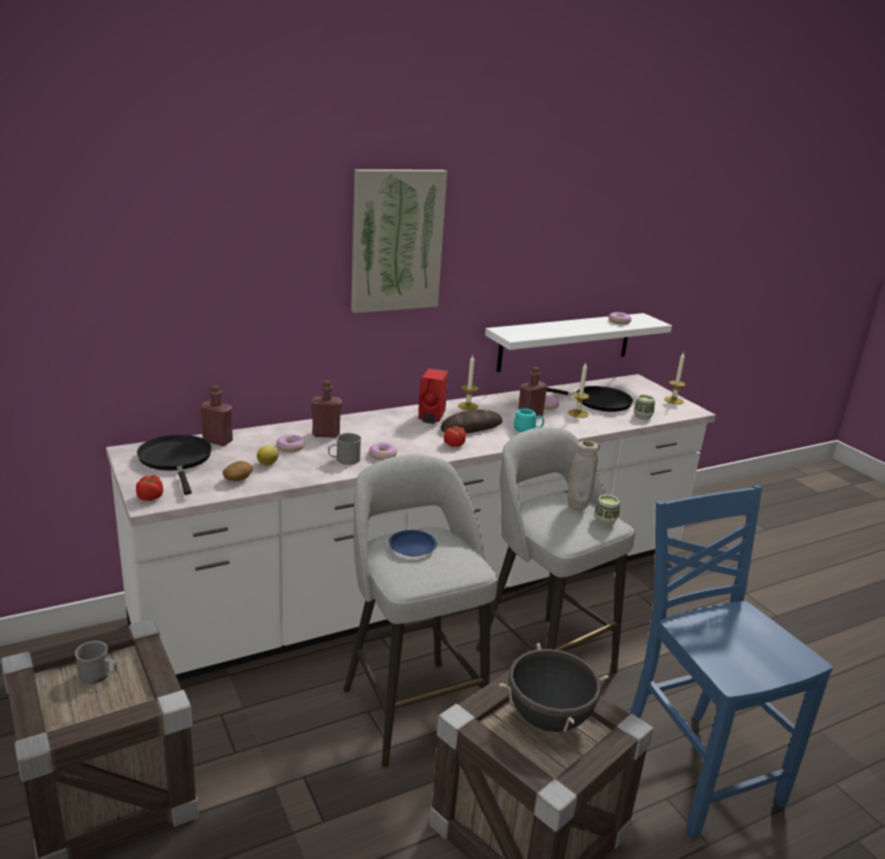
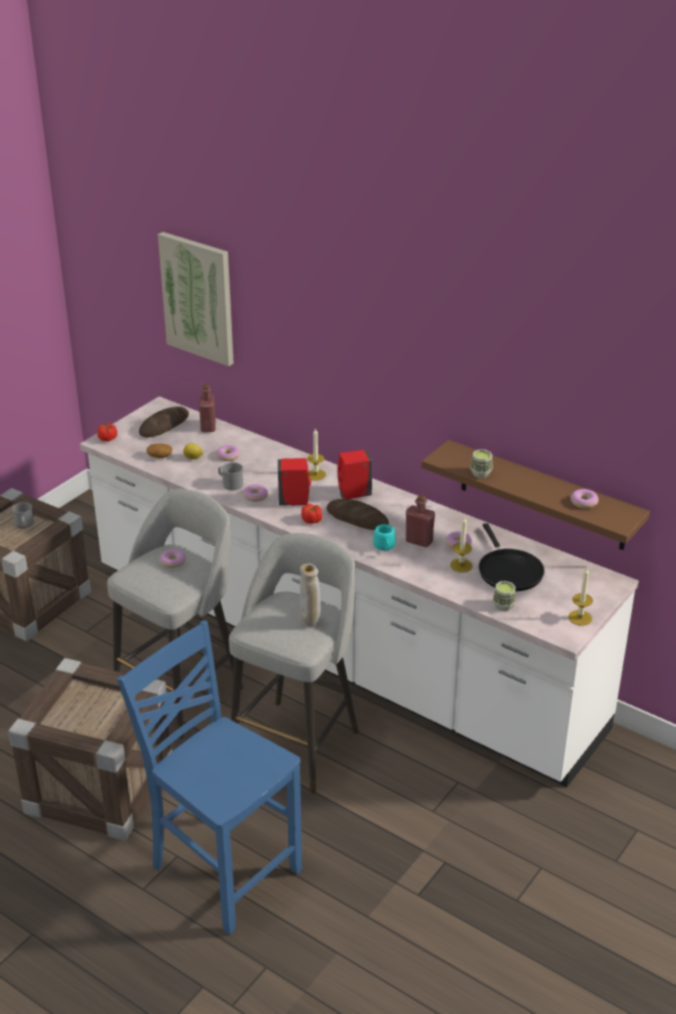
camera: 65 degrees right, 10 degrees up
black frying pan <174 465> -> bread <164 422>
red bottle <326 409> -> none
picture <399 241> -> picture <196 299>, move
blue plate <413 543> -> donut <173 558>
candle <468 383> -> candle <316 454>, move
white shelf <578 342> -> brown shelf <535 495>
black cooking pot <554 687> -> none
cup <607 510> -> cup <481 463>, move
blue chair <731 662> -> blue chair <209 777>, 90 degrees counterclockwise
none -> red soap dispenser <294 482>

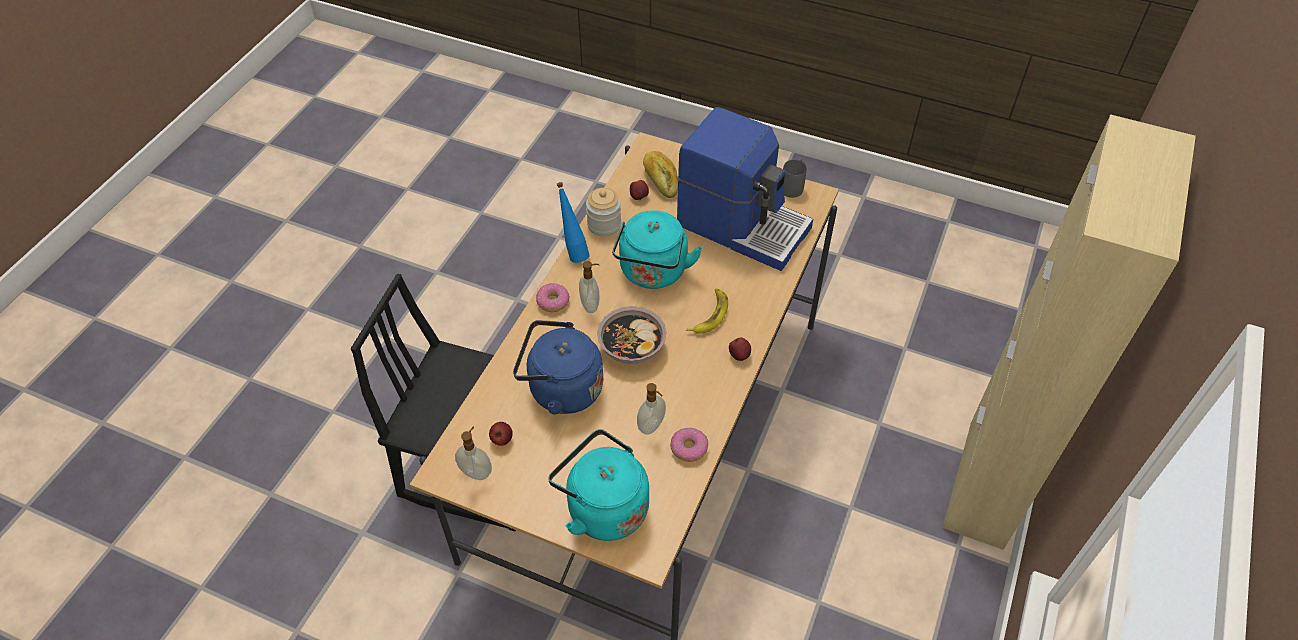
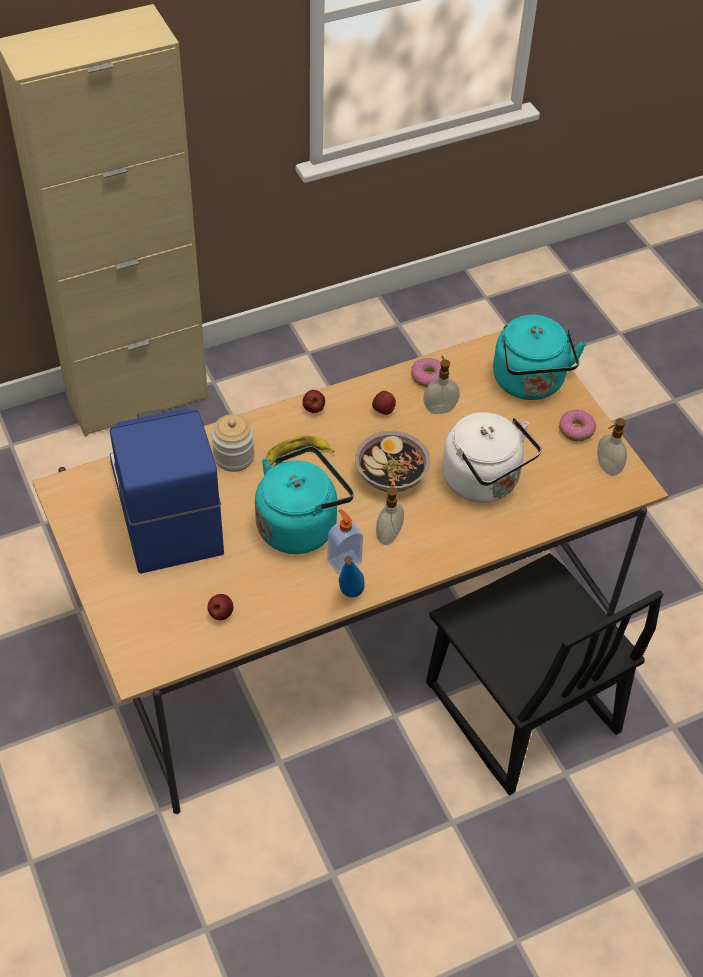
camera: 140 degrees left, 0 degrees up
apple <501 434> -> apple <384 403>, move
blue kettle <558 367> -> white kettle <492 457>
donut <552 297> -> donut <577 426>, move
jar <603 212> -> jar <233 443>, move
bread <660 174> -> none
grey mug <795 178> -> none
none -> soap dispenser <345 541>

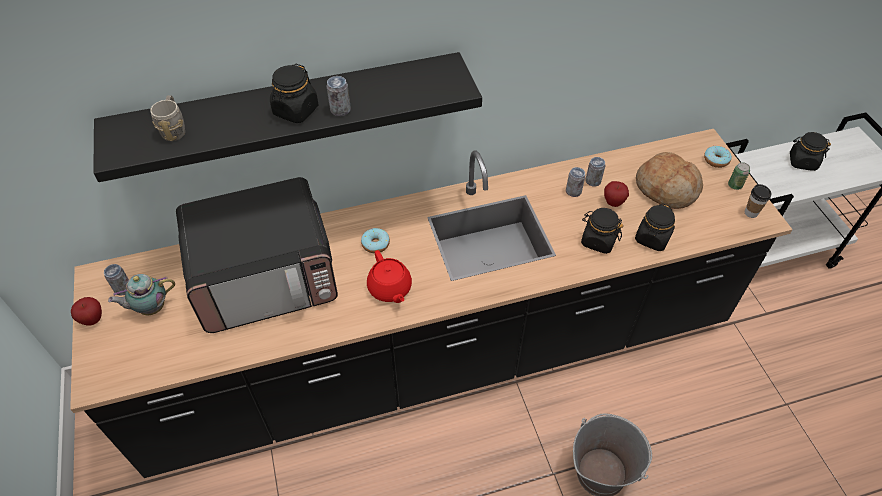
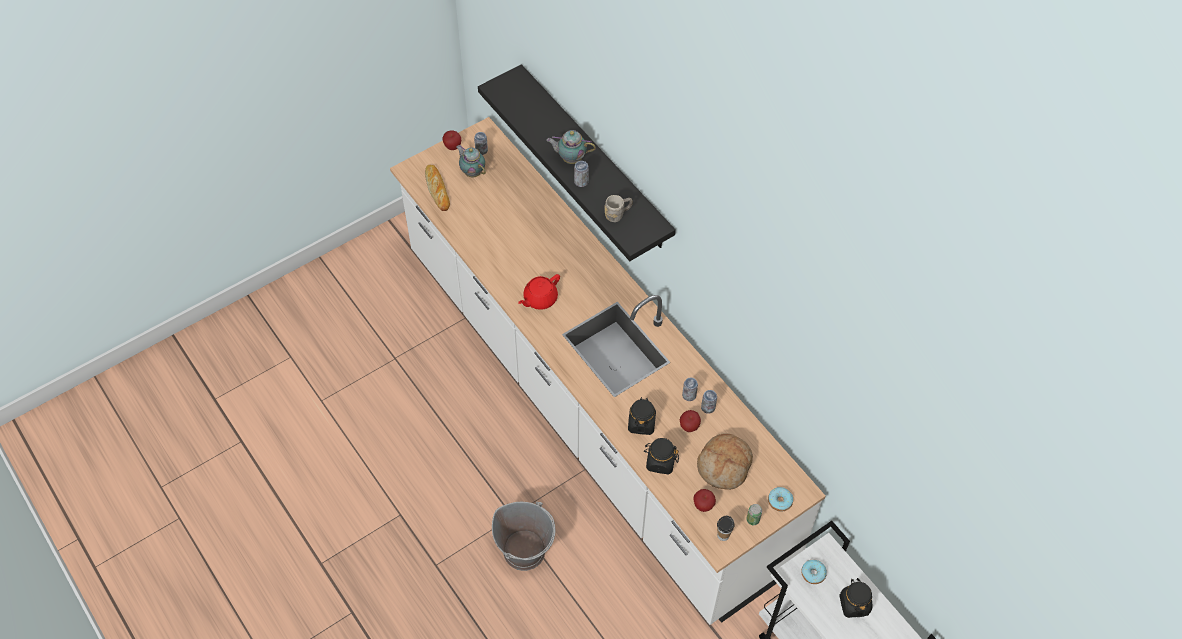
camera: 70 degrees right, 5 degrees up
black counter <431 303> -> white counter <608 371>
grey mug <167 118> -> grey mug <619 208>, move
microwave <257 255> -> none
black jar <294 93> -> teapot <571 147>
donut <375 240> -> donut <814 572>, move
none -> bread <437 188>
none -> apple <704 500>

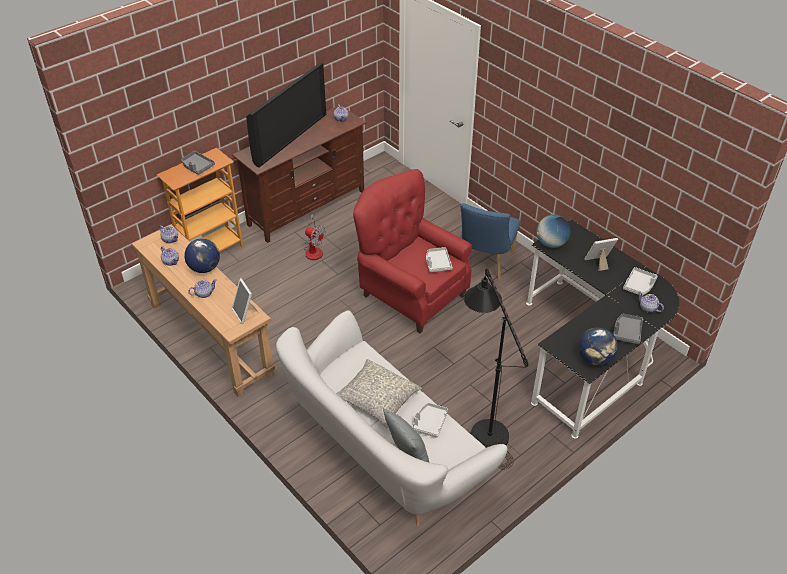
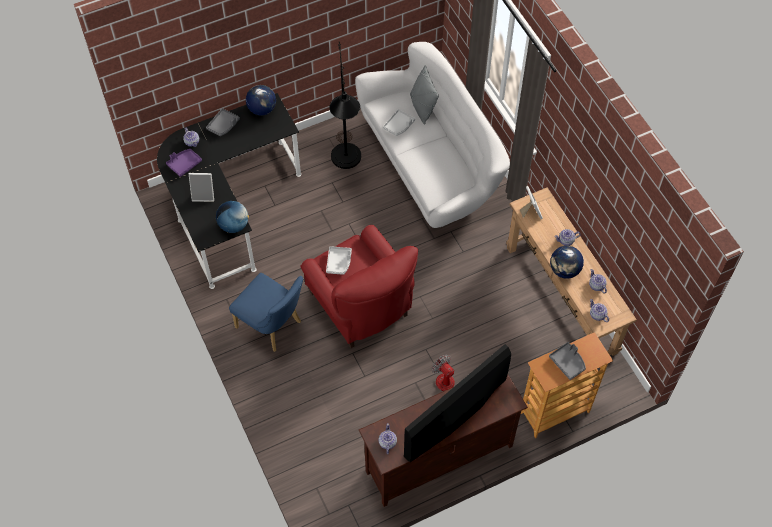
camera: 165 degrees left, 15 degrees up
grey pillow <379 393> -> none
blue chair <490 241> -> blue chair <266 312>, 90 degrees clockwise
grey tray <640 281> -> purple tray <184 163>

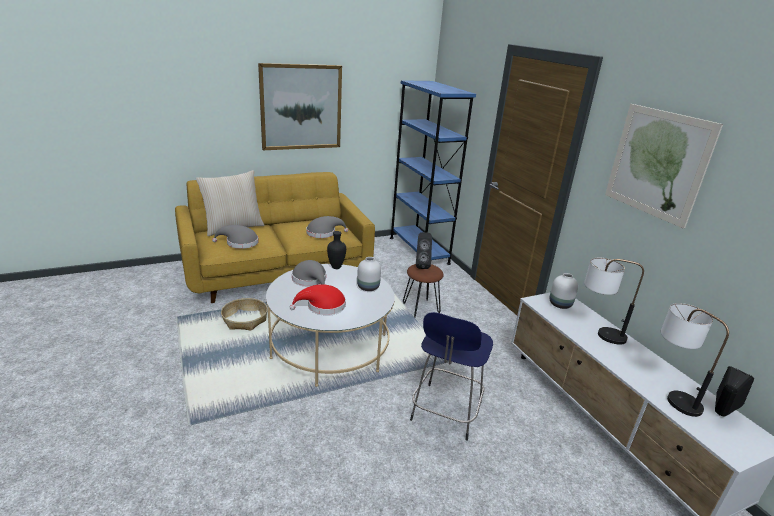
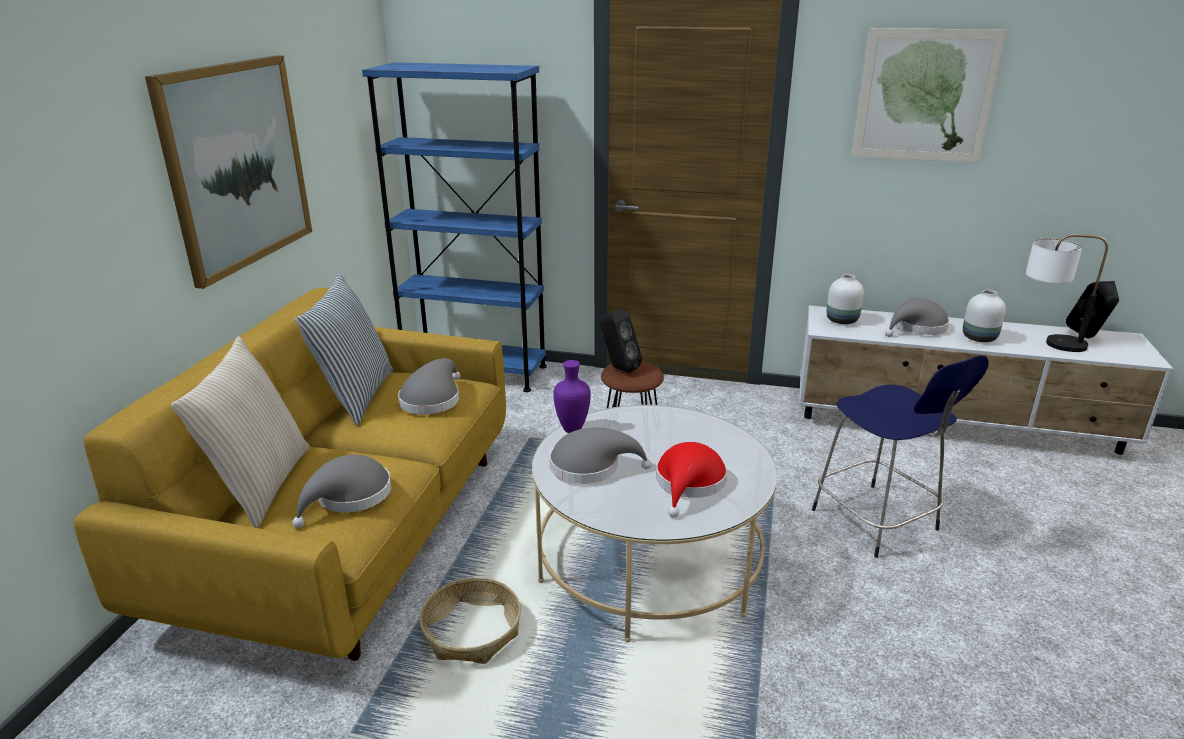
camera: 50 degrees left, 0 degrees up
black vase <336 250> -> purple vase <572 396>
white vase <369 274> -> white vase <984 316>, move
table lamp <614 301> -> grey hat <917 317>
none -> pillow <344 349>

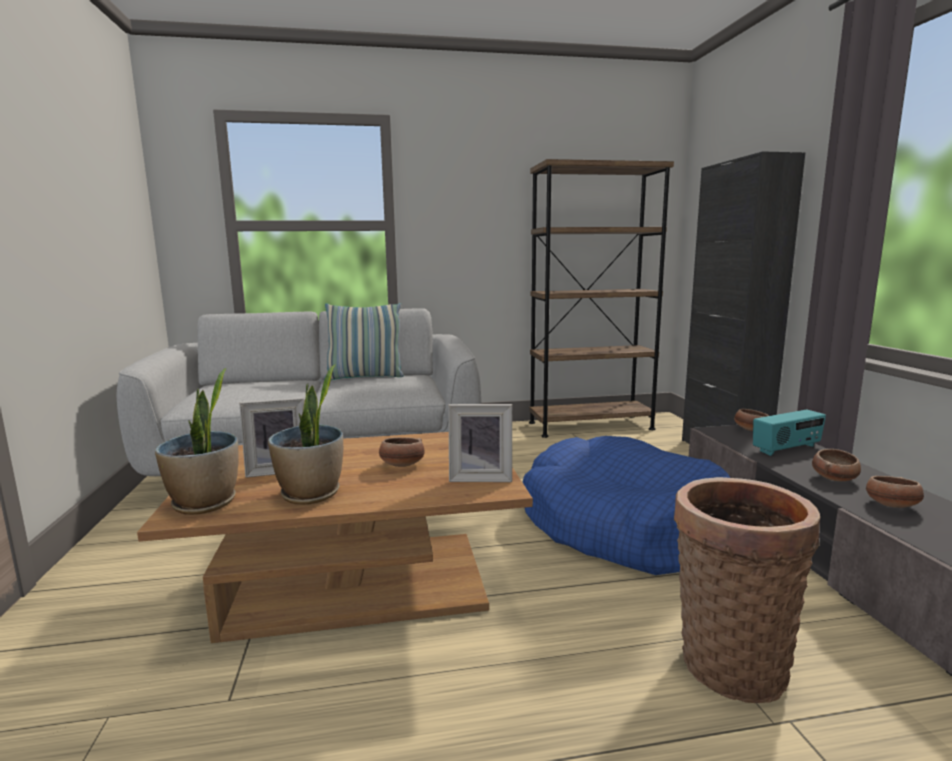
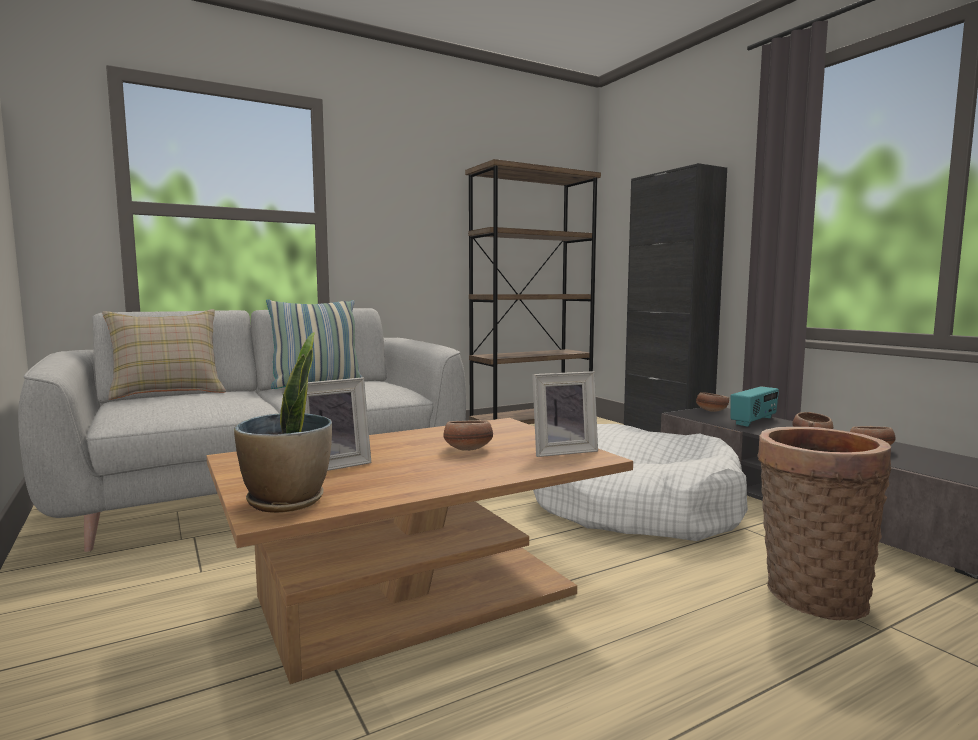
camera: 20 degrees left, 5 degrees down
potted plant <305 435> -> none
blue dog bed <626 505> -> white dog bed <640 482>
none -> beige pillow <164 354>

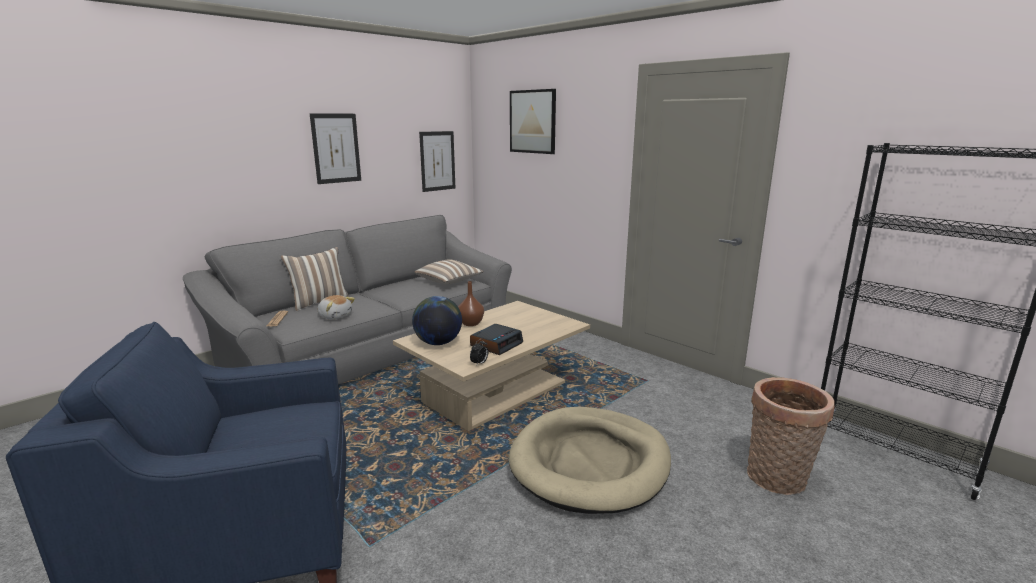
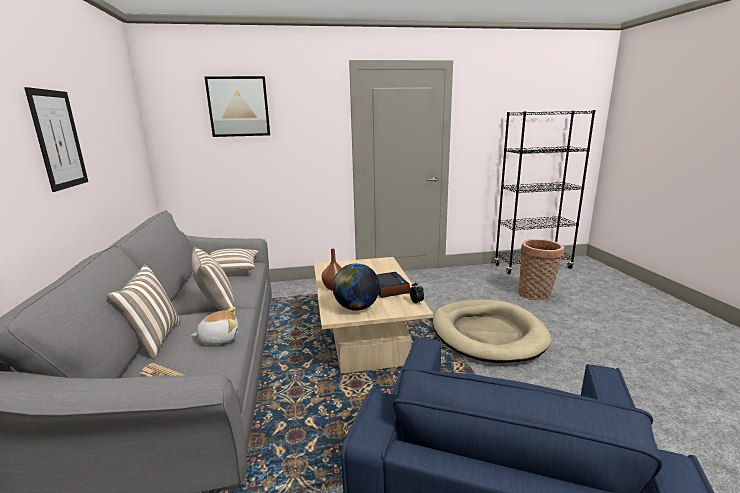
camera: 55 degrees left, 0 degrees up
picture <437 161> -> none
none -> pillow <213 281>

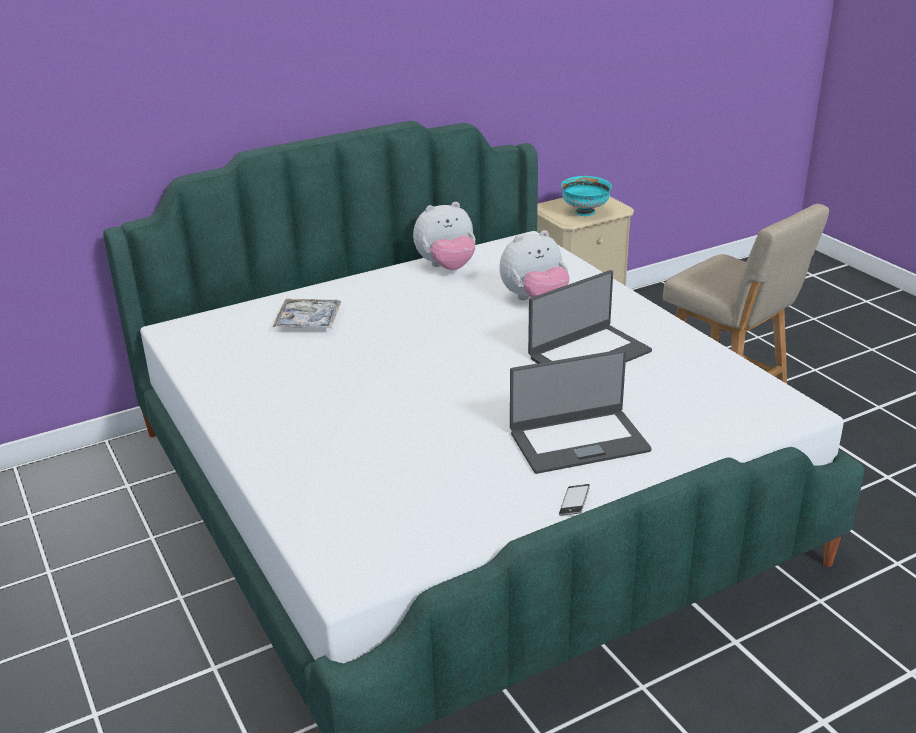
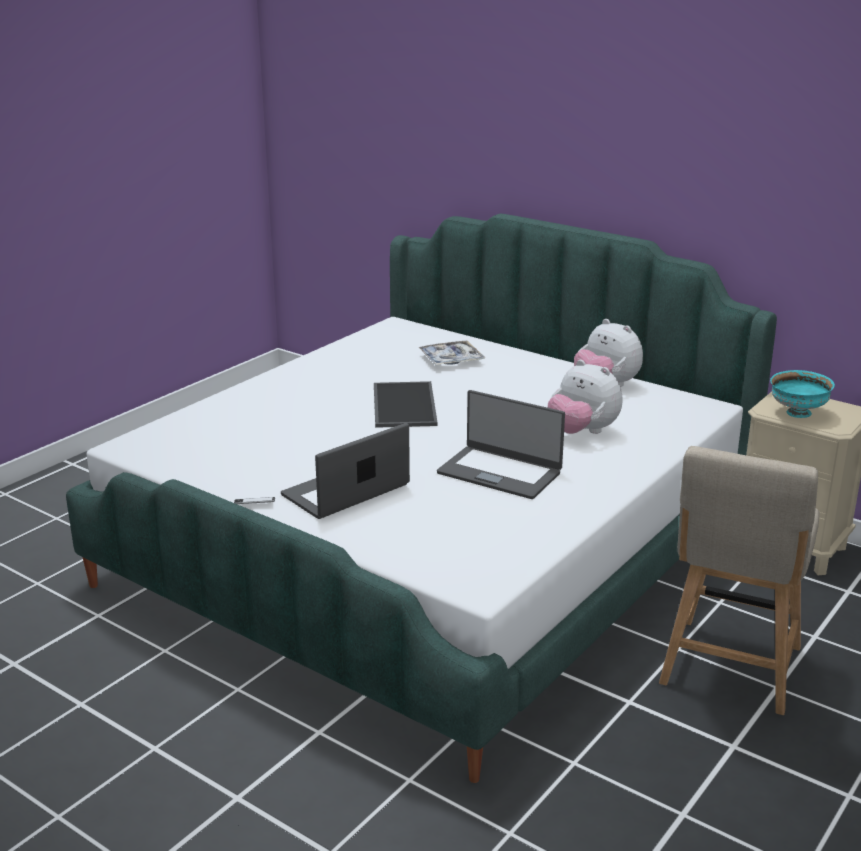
camera: 65 degrees right, 5 degrees down
laptop <581 411> -> laptop <345 471>, 90 degrees clockwise
none -> tray <406 404>

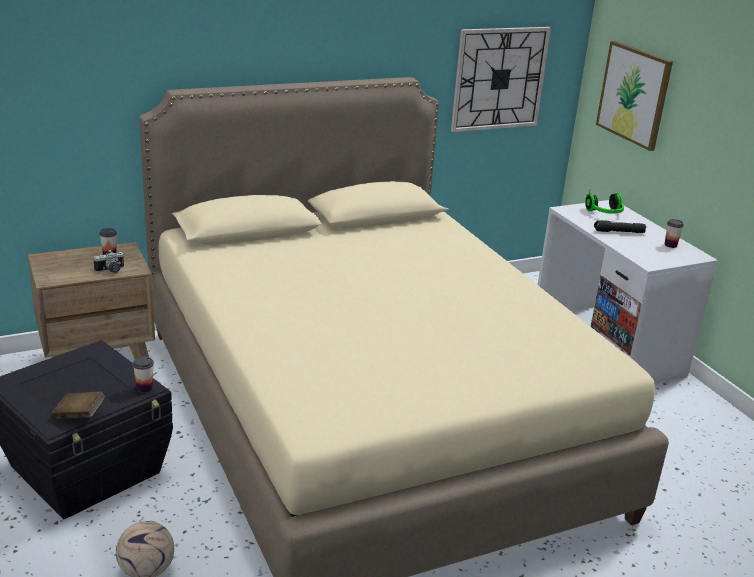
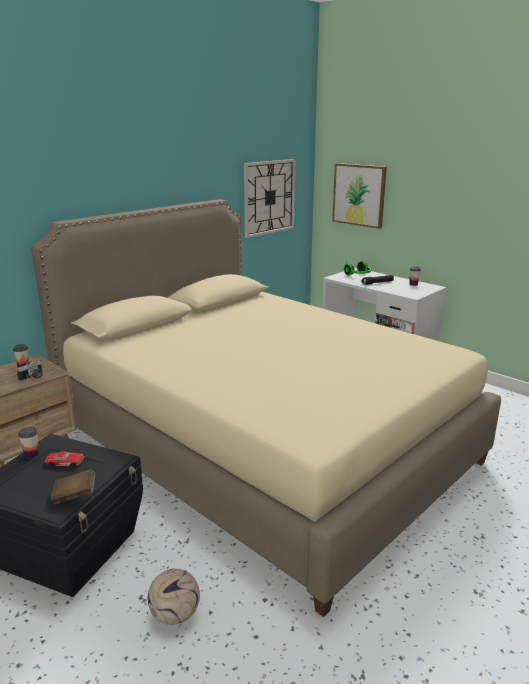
camera: 20 degrees left, 5 degrees down
cup <143 374> -> cup <28 443>, move
none -> red toy car <64 458>

